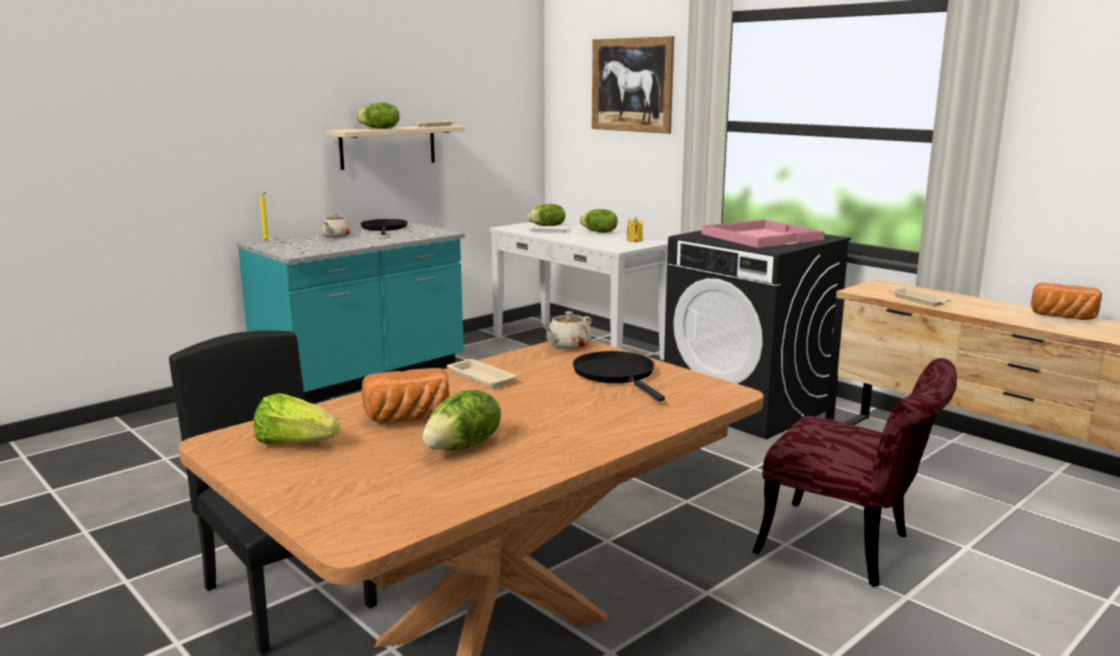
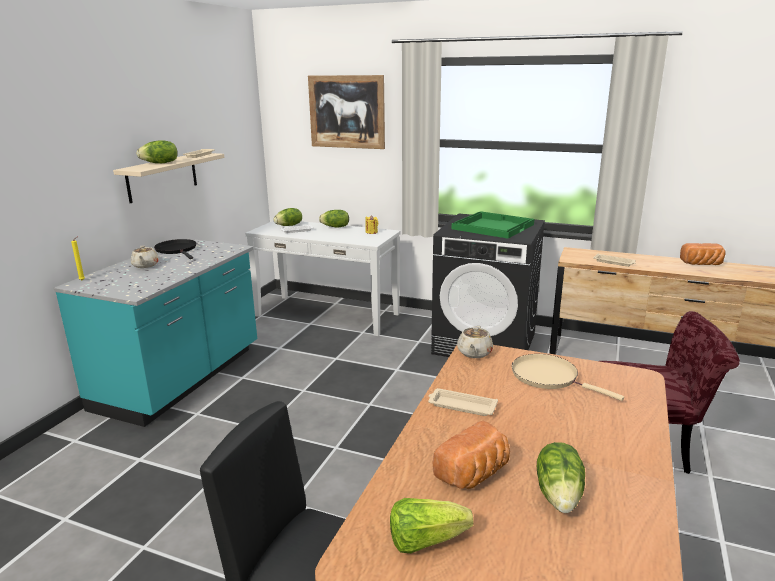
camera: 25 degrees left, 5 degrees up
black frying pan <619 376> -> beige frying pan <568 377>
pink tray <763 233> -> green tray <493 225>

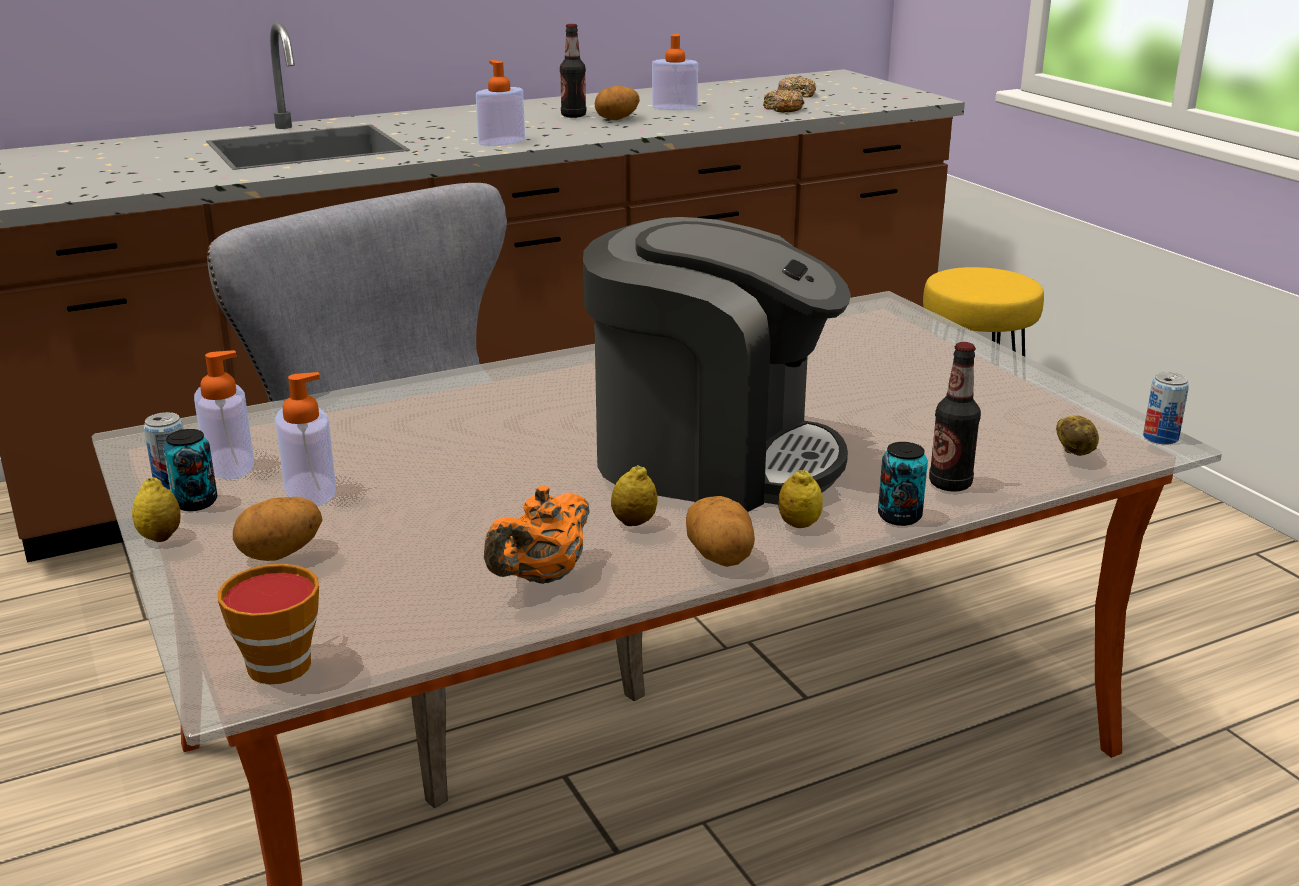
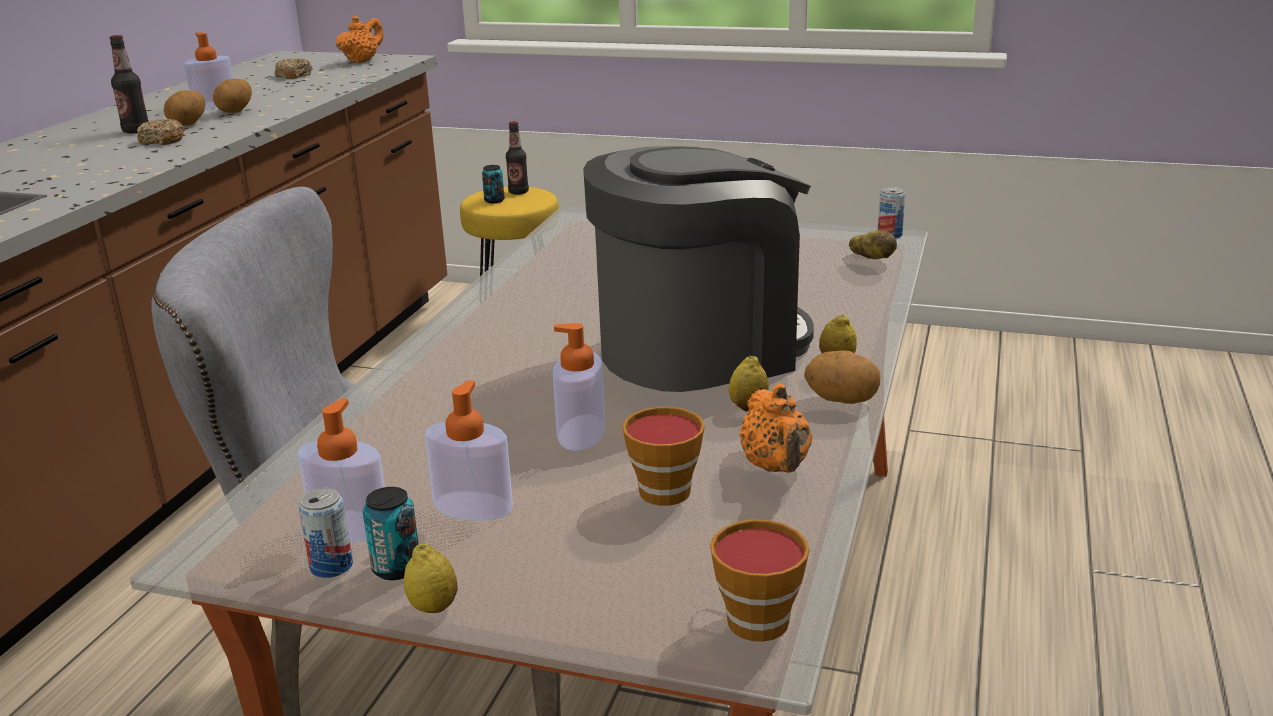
camera: 45 degrees left, 0 degrees up
potato <278 529> -> potato <232 96>, move
soap dispenser <500 103> -> soap dispenser <579 387>, move
donut <783 101> -> donut <161 132>, move
can <903 484> -> can <493 184>, move
bottle <955 417> -> bottle <517 158>, move
none -> orange teapot <360 39>
none -> cup <663 456>

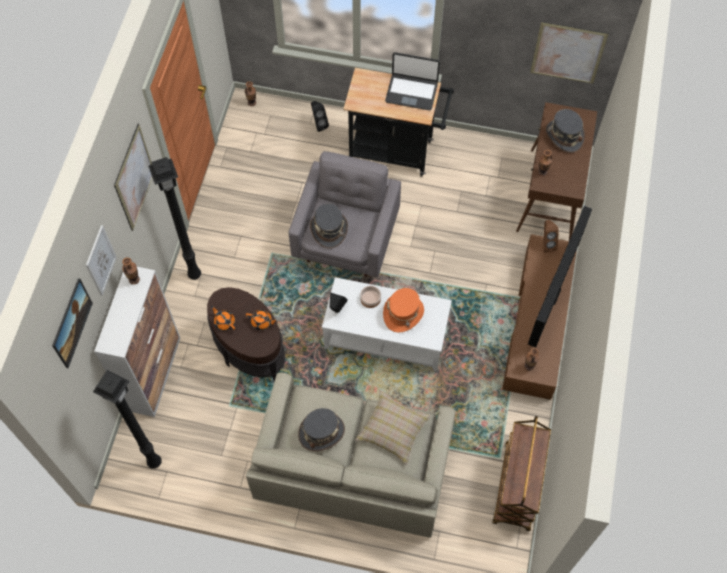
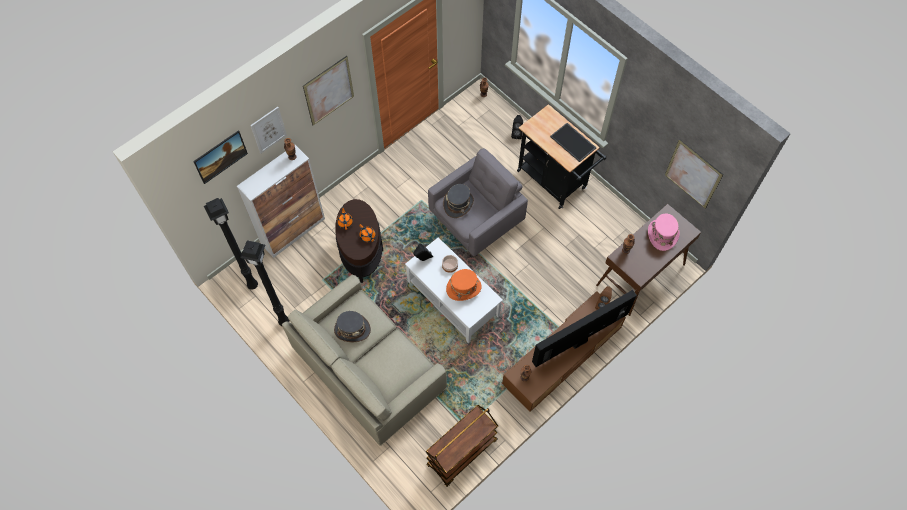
camera: 35 degrees right, 0 degrees up
black floor lamp <175 218> -> black floor lamp <265 283>, move
beige pillow <392 427> -> none
laptop <412 81> -> tray <573 142>
grey hat <565 131> -> pink hat <664 232>

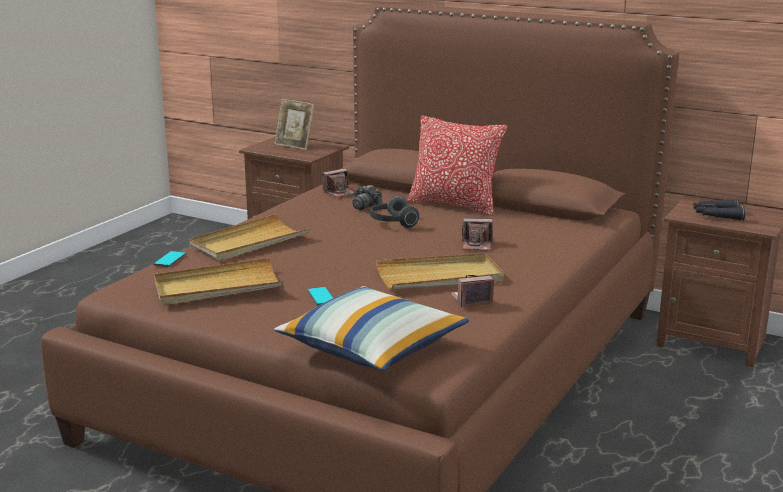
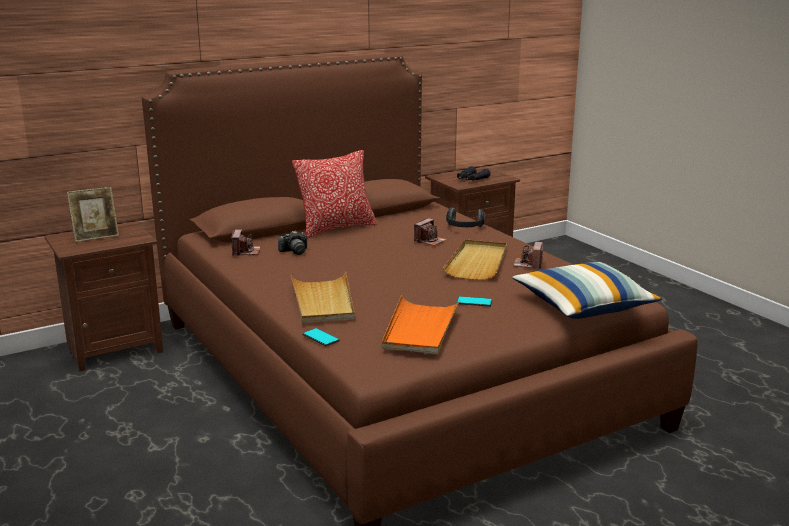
camera: 60 degrees left, 0 degrees up
beige tray <219 281> -> orange tray <421 324>
headphones <394 211> -> headphones <465 217>, move

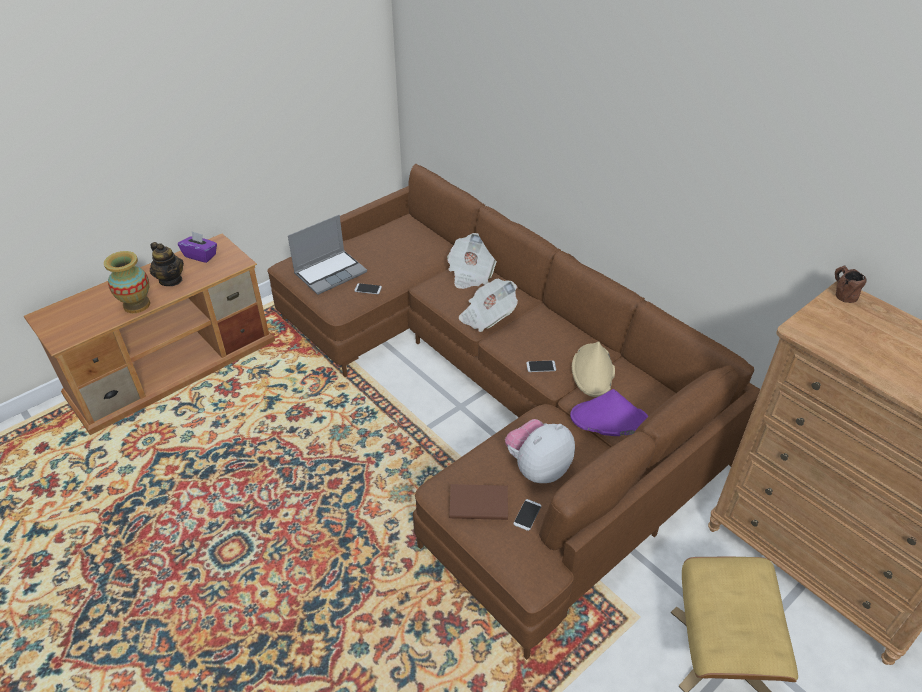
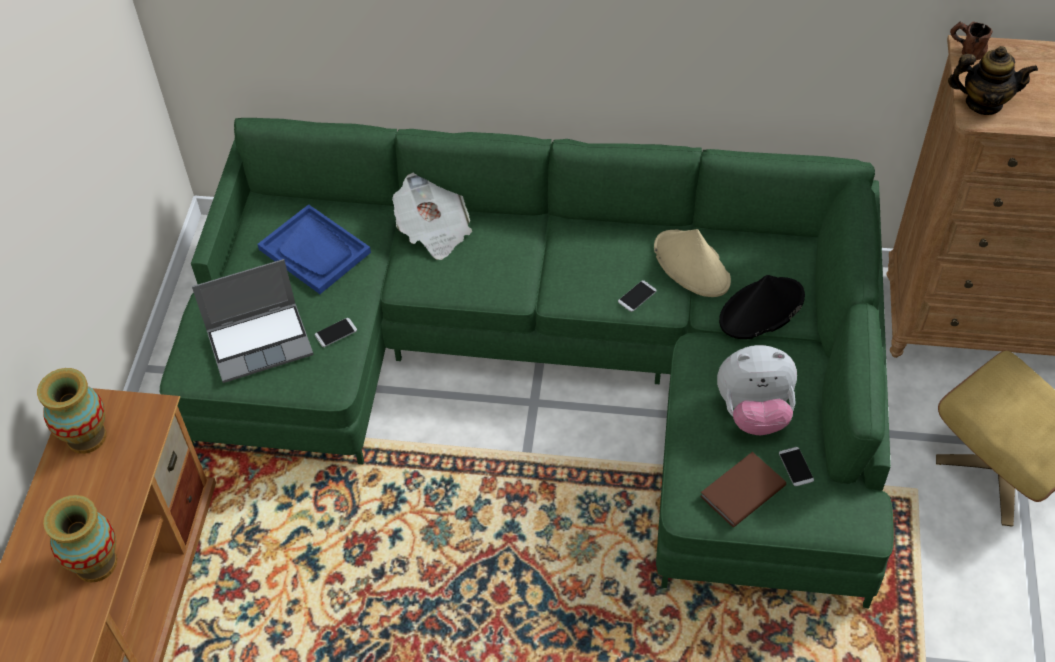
camera: 40 degrees left, 10 degrees up
teapot <167 264> -> teapot <993 80>, move
purple tissue box <197 247> -> vase <72 411>
brown sofa <513 411> -> green sofa <527 363>
laptop <327 255> -> laptop <253 321>, 60 degrees clockwise
newspaper <488 305> -> none
plush toy <540 451> -> plush toy <757 390>, 105 degrees counterclockwise
purple hat <609 412> -> black hat <762 307>
none -> blue tray <314 249>

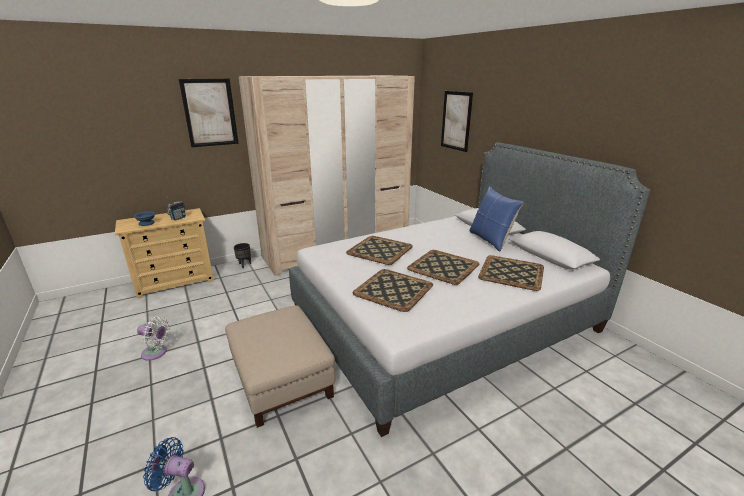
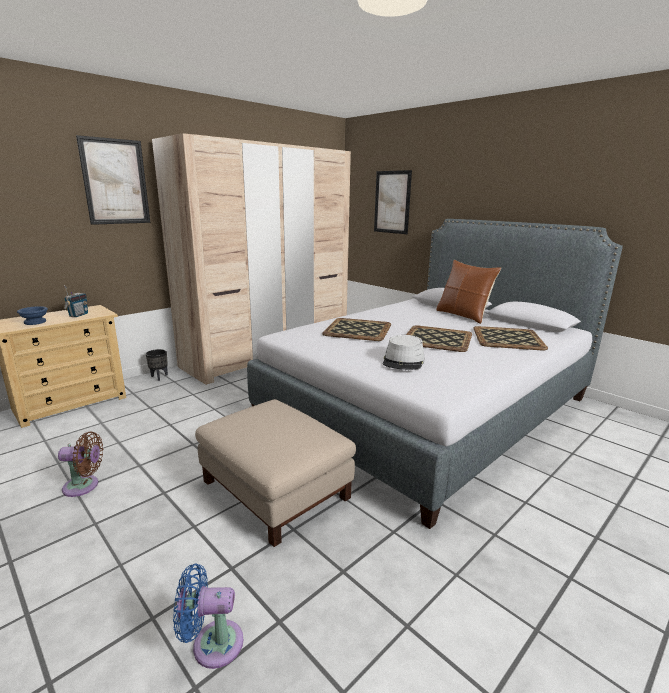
camera: 15 degrees left, 5 degrees down
white fan <153 338> -> brown fan <80 464>
tray <393 290> -> grey hat <404 352>
blue pillow <497 219> -> brown pillow <468 292>

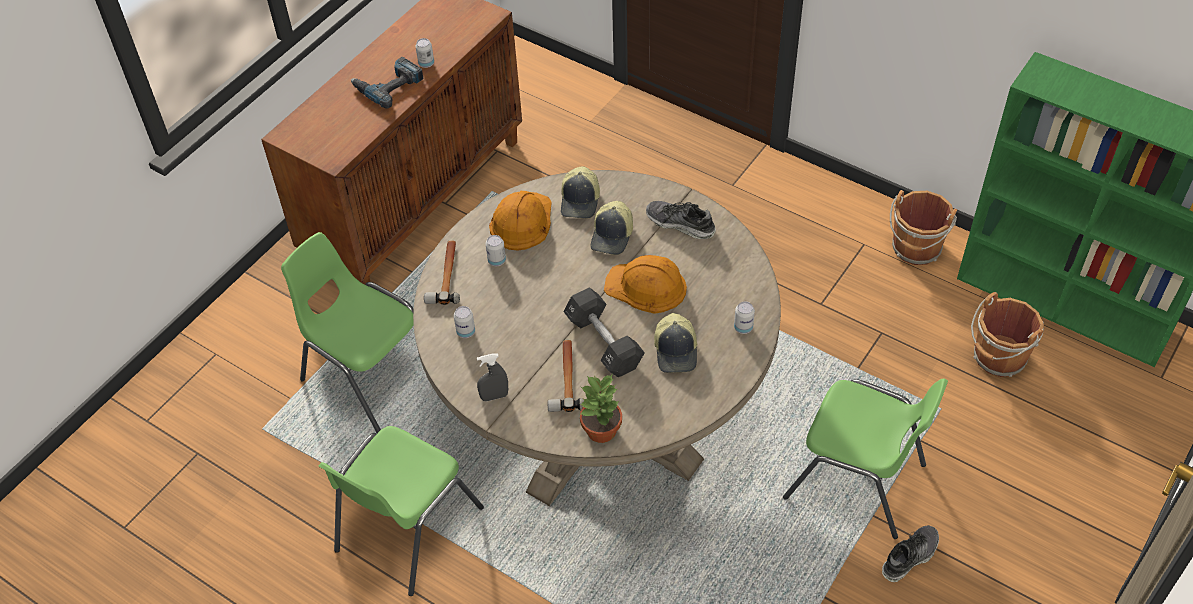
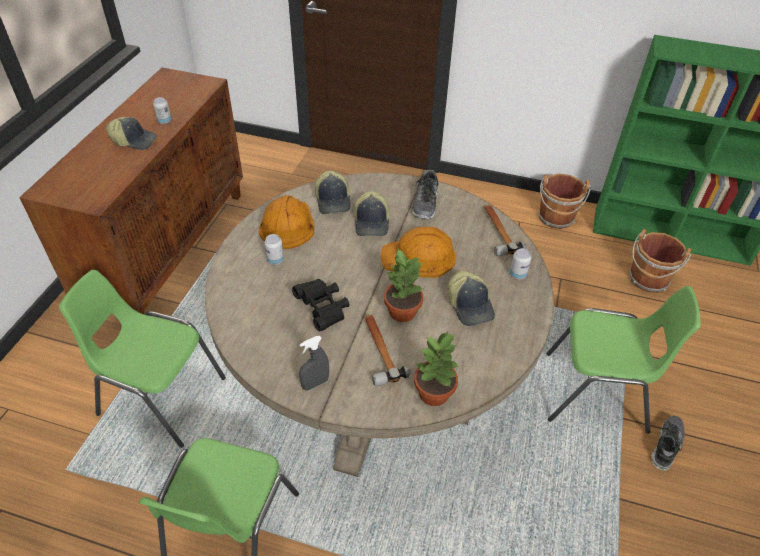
camera: 20 degrees left, 5 degrees down
power drill <387 83> -> cap <132 133>
hammer <442 272> -> hammer <505 230>, move
can <464 322> -> none
black dumbbell <604 332> -> potted plant <404 285>
shoe <681 220> -> shoe <425 194>, 90 degrees counterclockwise
none -> black binoculars <320 305>

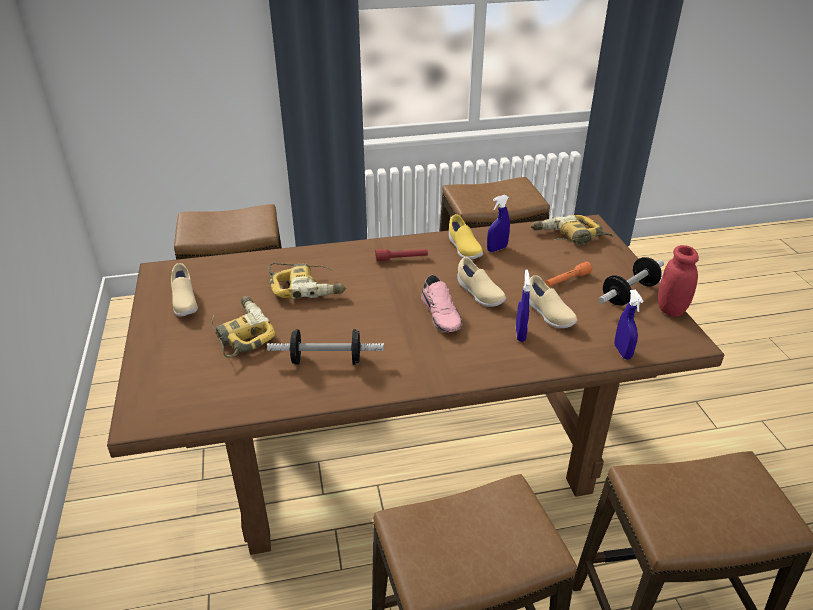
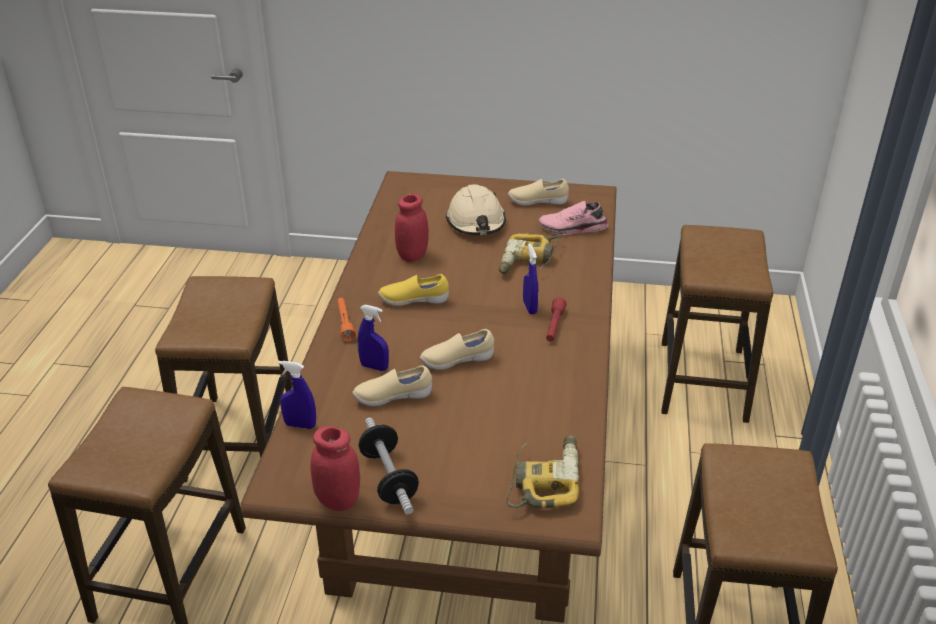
camera: 110 degrees right, 0 degrees up
power drill <243 327> -> beige hard hat <476 209>
dumbbell <325 347> -> red jar <412 228>
pink shoe <441 303> -> pink shoe <573 218>, move
yellow shoe <466 237> -> yellow shoe <413 290>, move
blue spray bottle <498 223> -> blue spray bottle <530 279>, move
orange flashlight <568 274> -> orange flashlight <346 320>, move

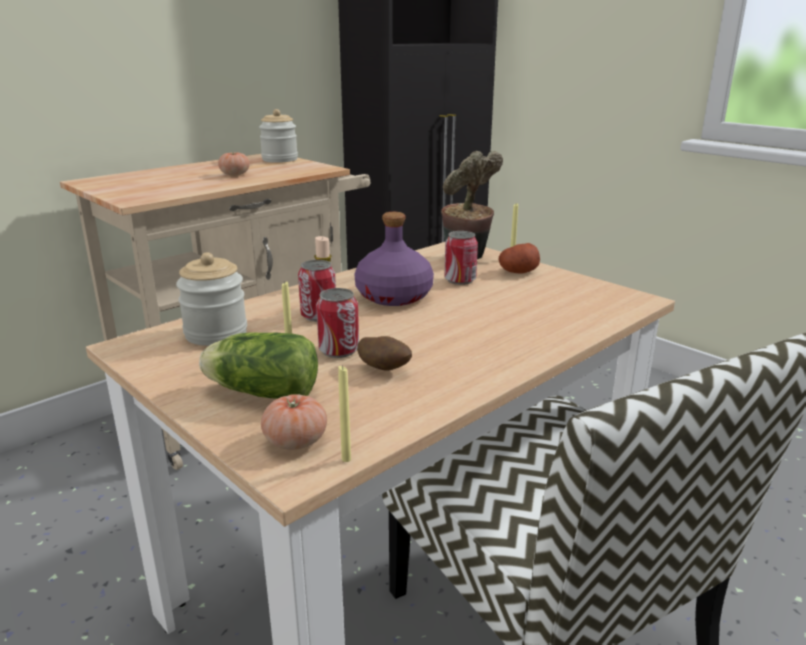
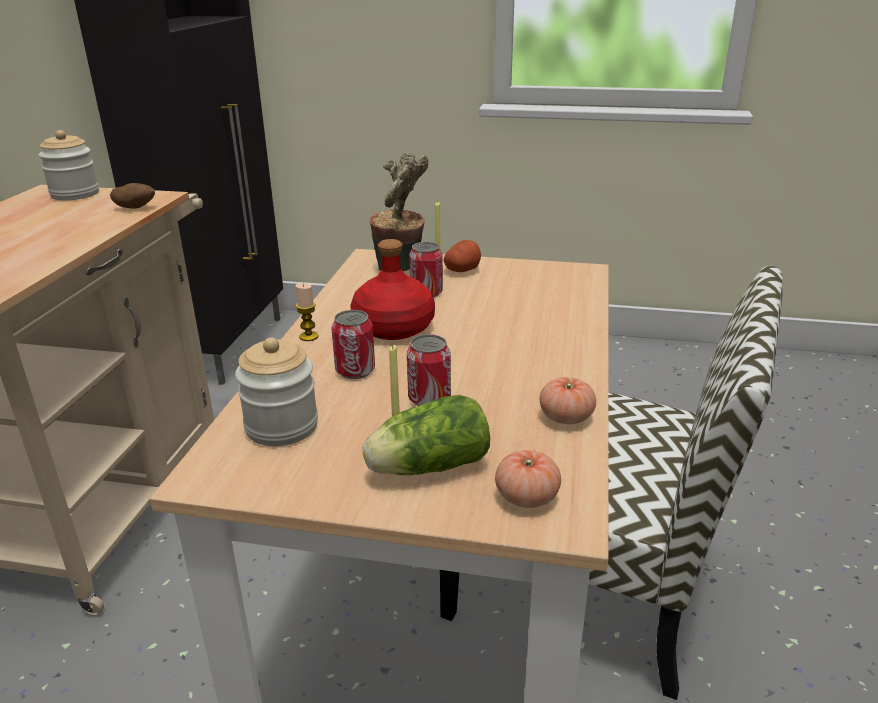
camera: 35 degrees left, 5 degrees up
tomato <234 163> -> tomato <568 400>, move
yellow candle <344 413> -> none
purple bottle <394 259> -> red bottle <392 289>
potato <384 353> -> potato <132 195>, move

